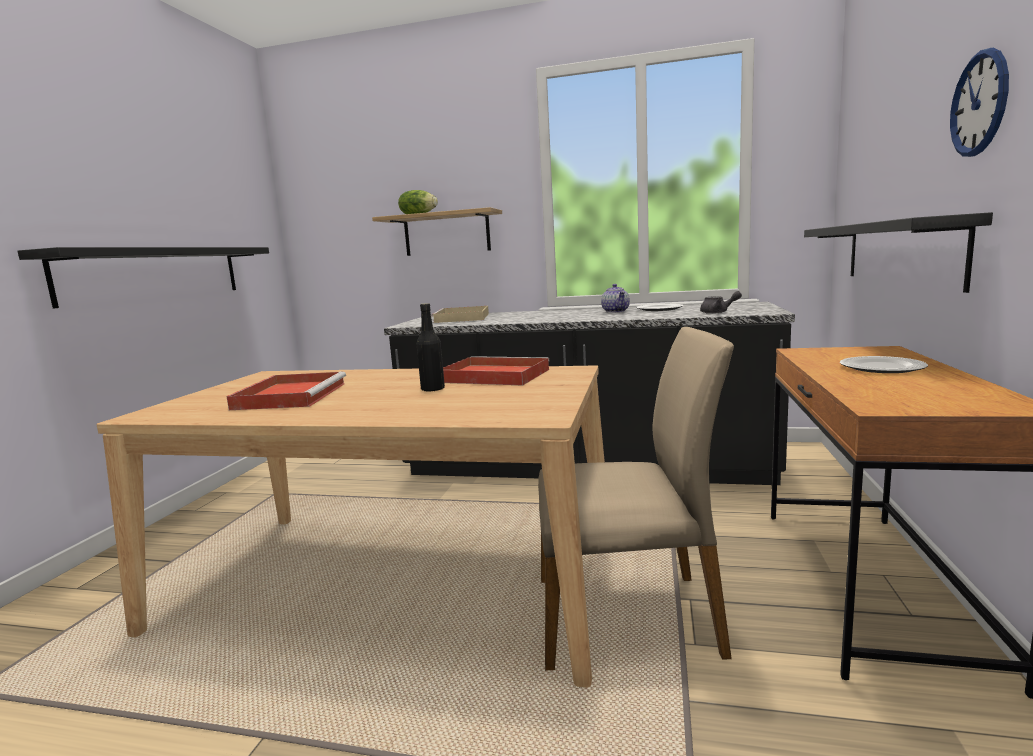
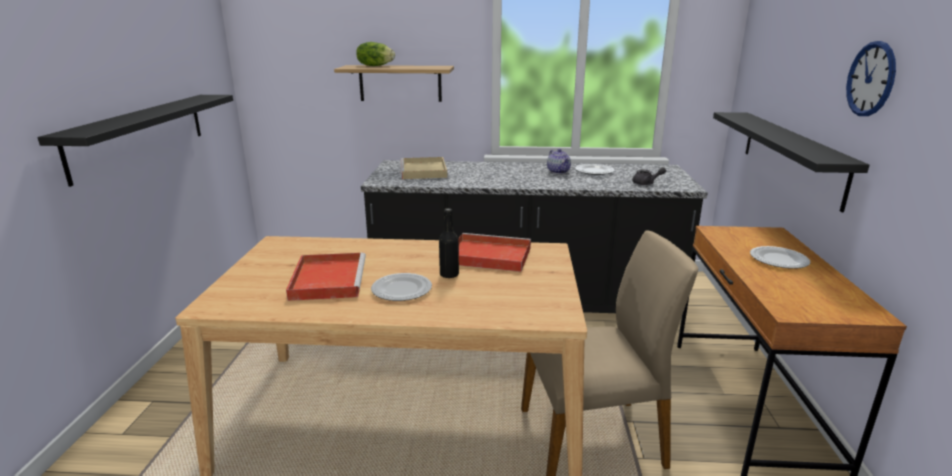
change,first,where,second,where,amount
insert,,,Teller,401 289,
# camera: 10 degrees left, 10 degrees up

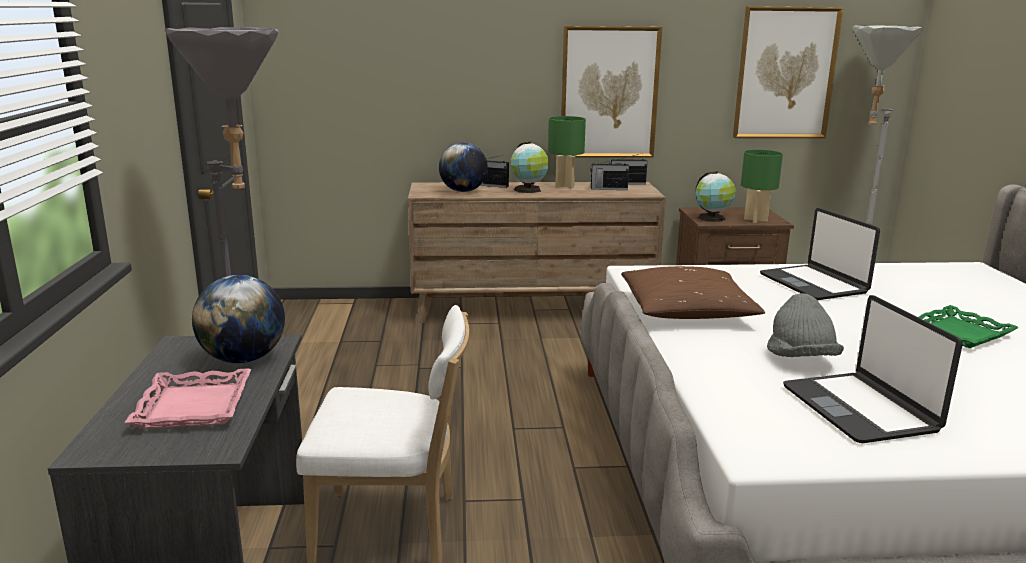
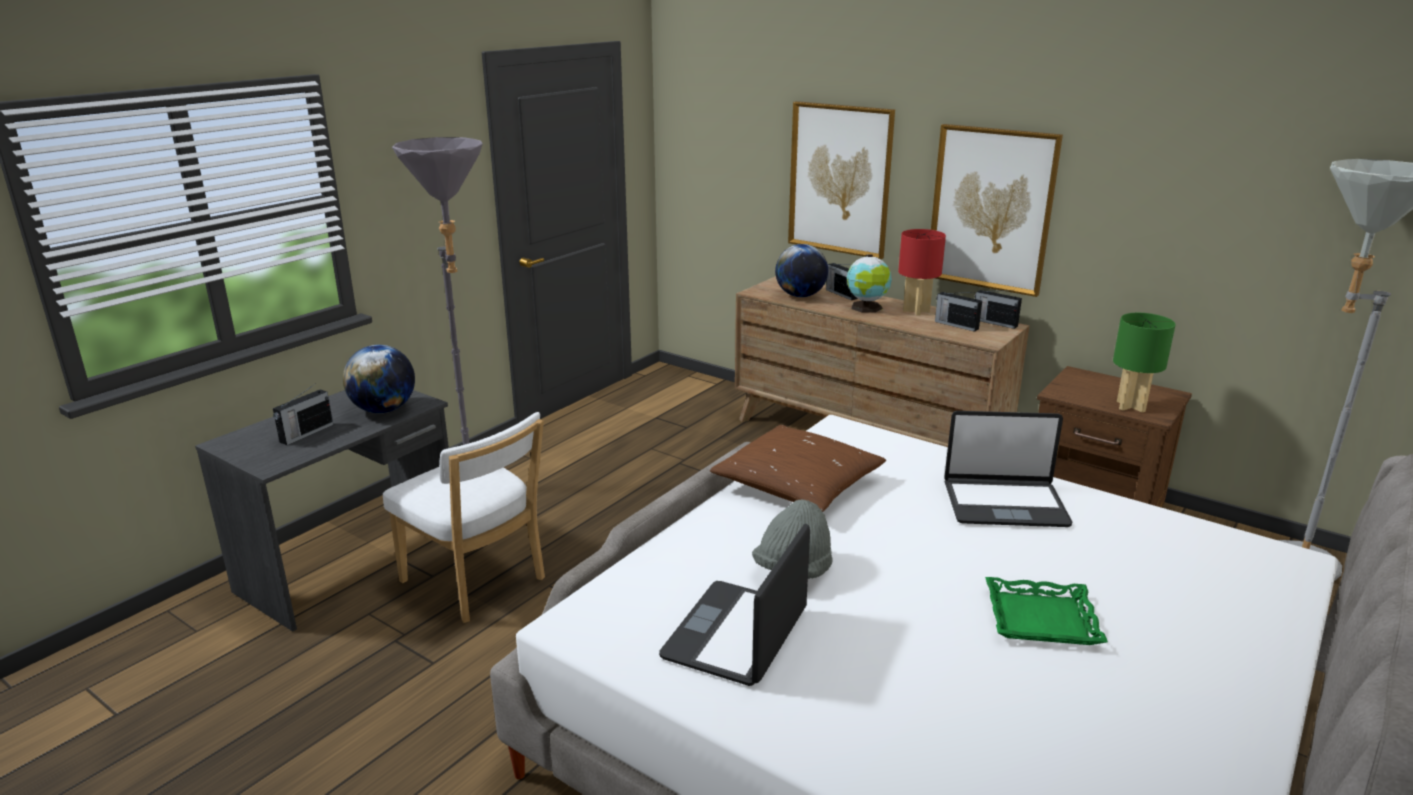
change,first,where,second,where,amount
replace,Tablett (rosa),192 406,Radio,305 433,
recolor,Tischlampe (grün),564 186,Tischlampe (rot),915 311,
delete,Globus,712 218,,,
move,Bild,785 73,,840 179,
rotate,Laptop,813 284,,1004 504,105 degrees counterclockwise
# camera: 40 degrees right, 5 degrees up

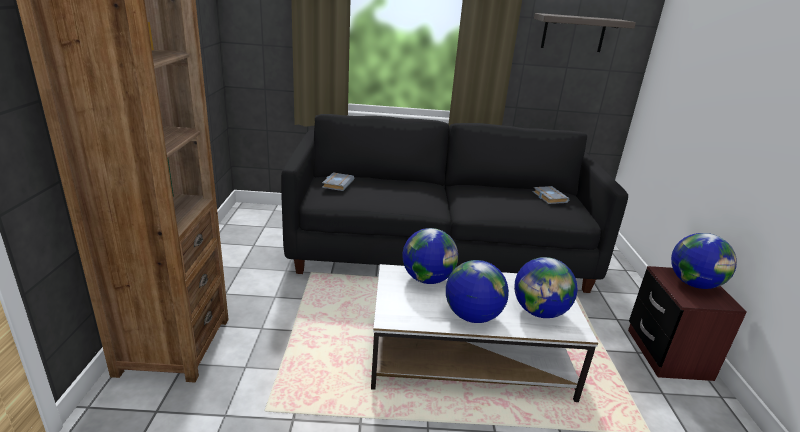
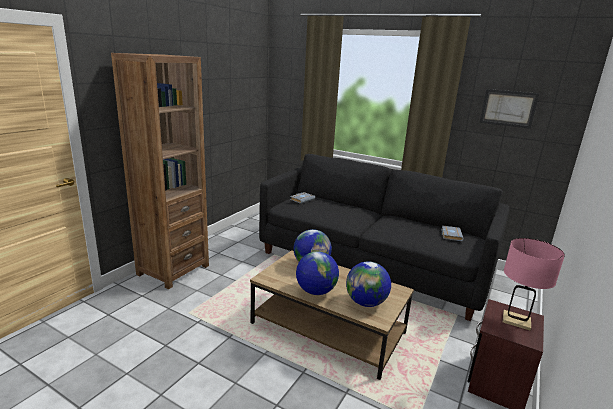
change,first,where,second,where,amount
recolor,Couchtisch (weiß),470 357,Couchtisch (braun),329 328,
replace,Wandregal,573 33,Bild,508 108,
replace,Globus,694 284,Tischlampe (rosa),516 321,
# camera: 30 degrees right, 5 degrees down

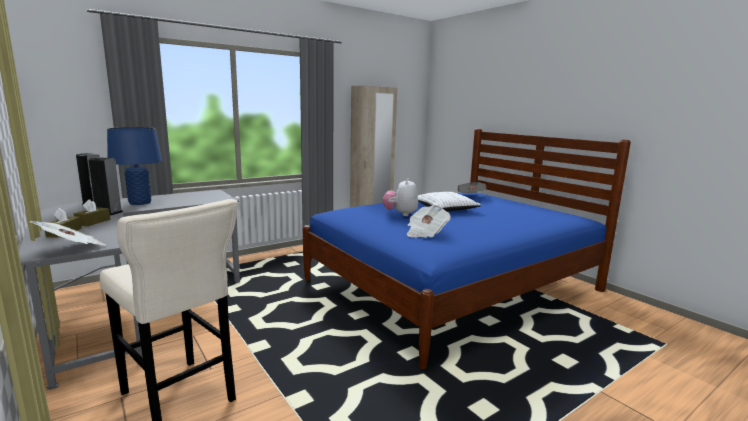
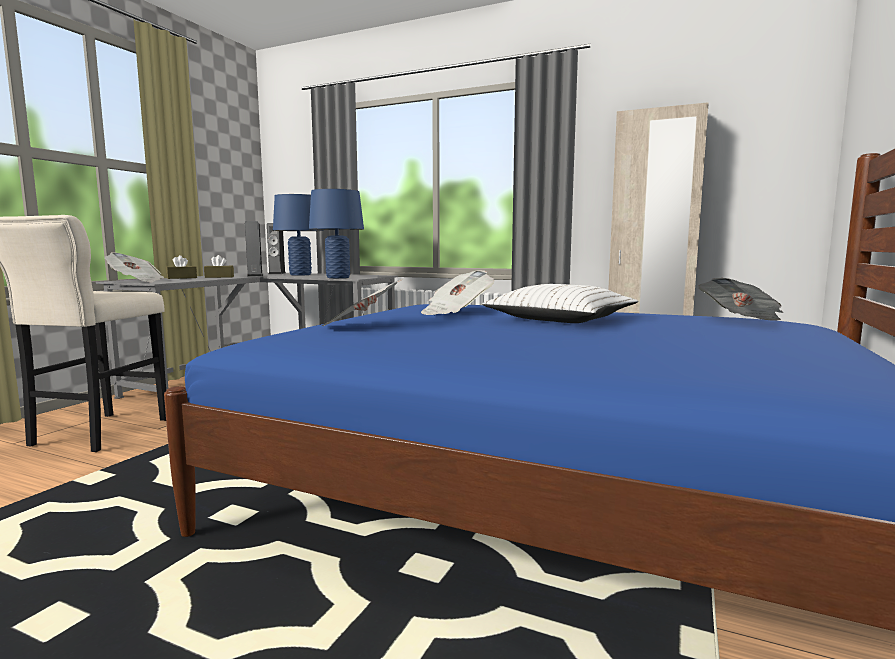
change,first,where,second,where,amount
replace,Plüschtier,400 214,Zeitung,456 312,
insert,,,Tischlampe (blau),338 277,
# camera: 60 degrees right, 5 degrees down

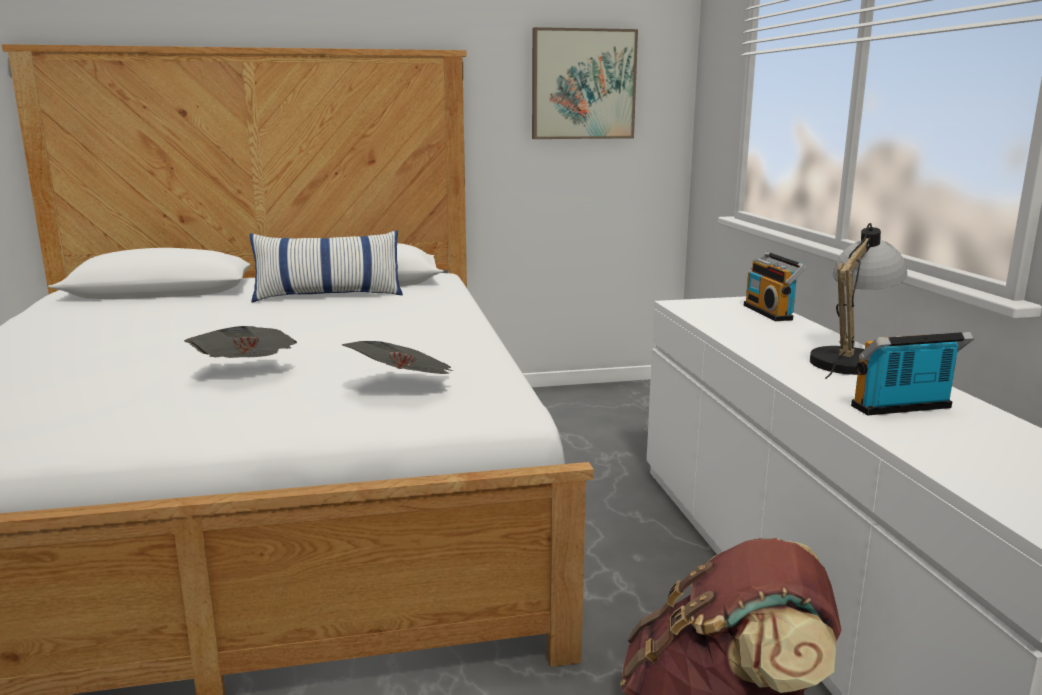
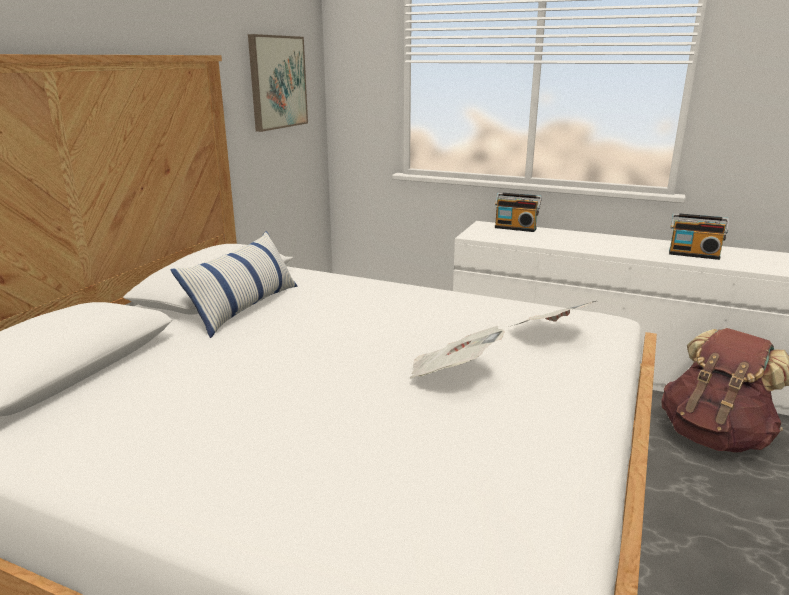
change,first,where,second,where,amount
delete,Tischlampe,850 359,,,
rotate,Radio,904 409,,693 254,90 degrees counterclockwise
# camera: 55 degrees left, 5 degrees up

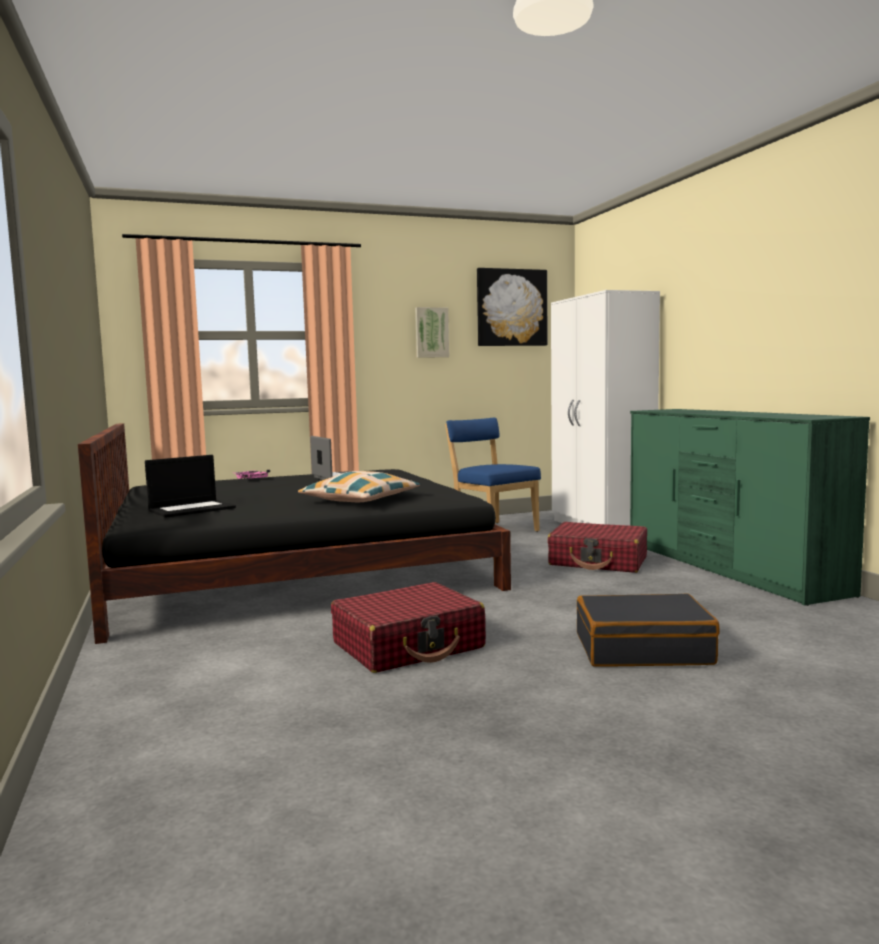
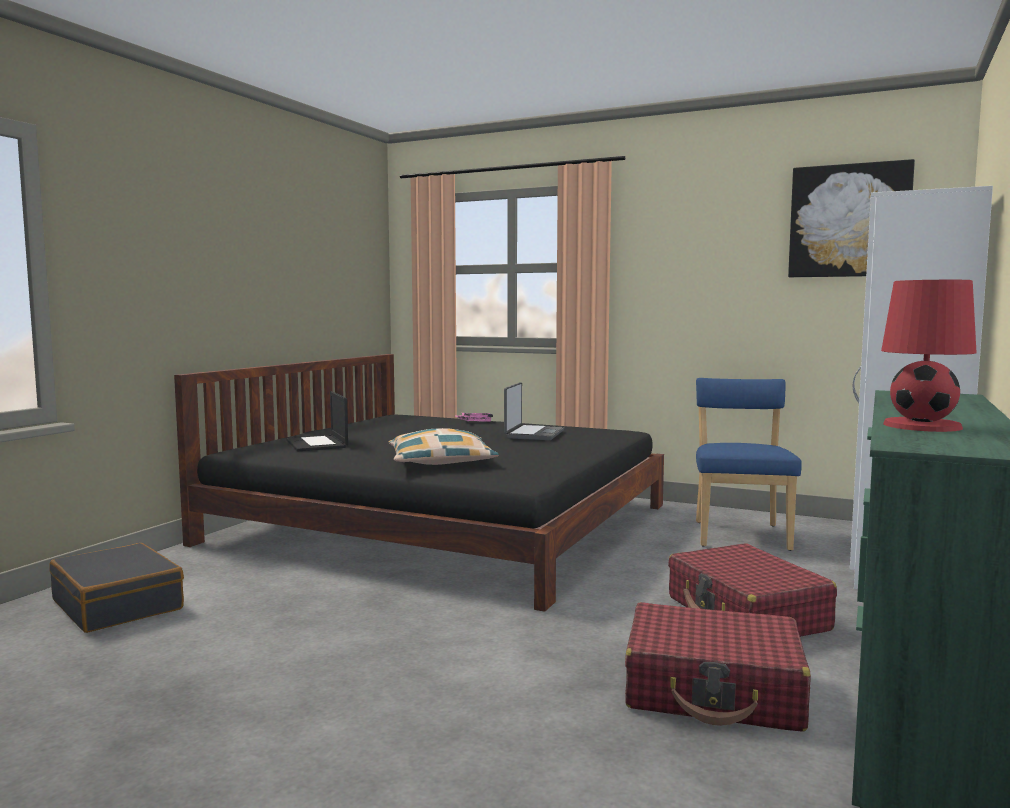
change,first,where,second,where,amount
rotate,Laptop,192 509,,317 444,60 degrees clockwise
move,Koffer (rot),409 646,,714 690,
delete,Bild,431 332,,,
move,Koffer (schwarz),642 649,,118 605,
insert,,,Tischlampe (rot),923 426,
# camera: 45 degrees right, 0 degrees up

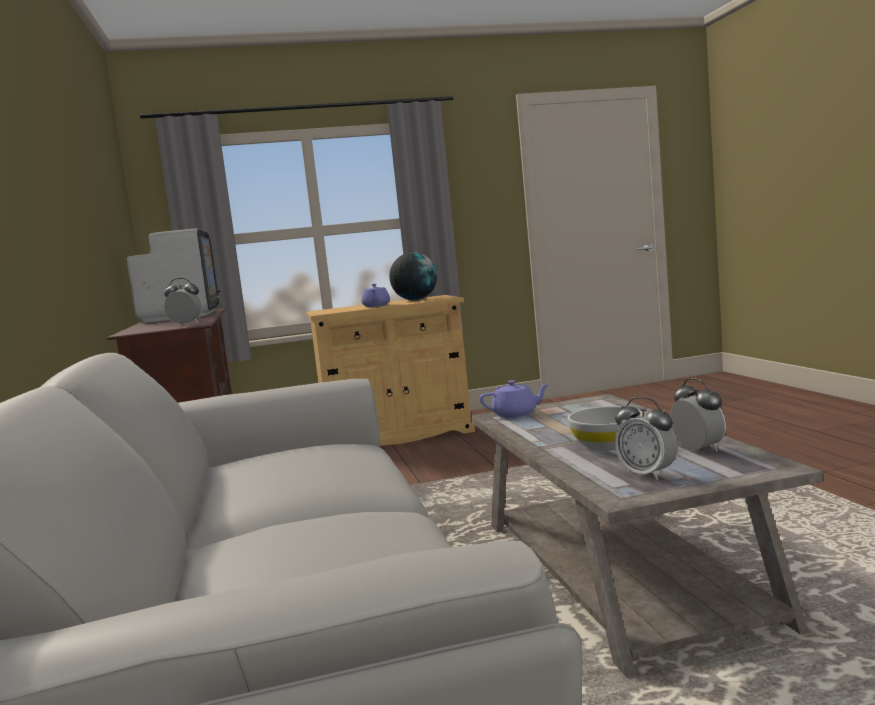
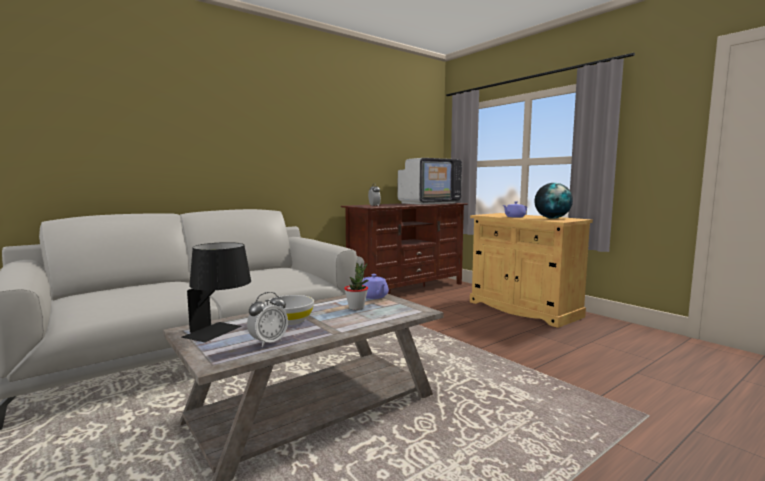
change,first,where,second,where,amount
replace,Wecker,647 474,Tischlampe (schwarz),221 333,
insert,,,Topfpflanze,356 307,
# camera: 65 degrees right, 0 degrees up

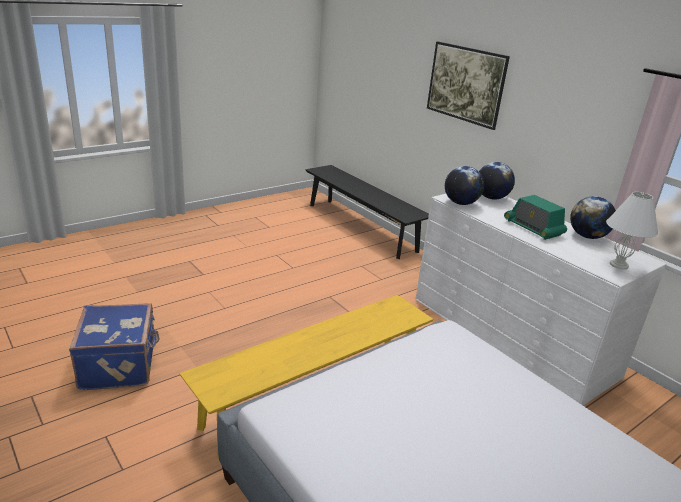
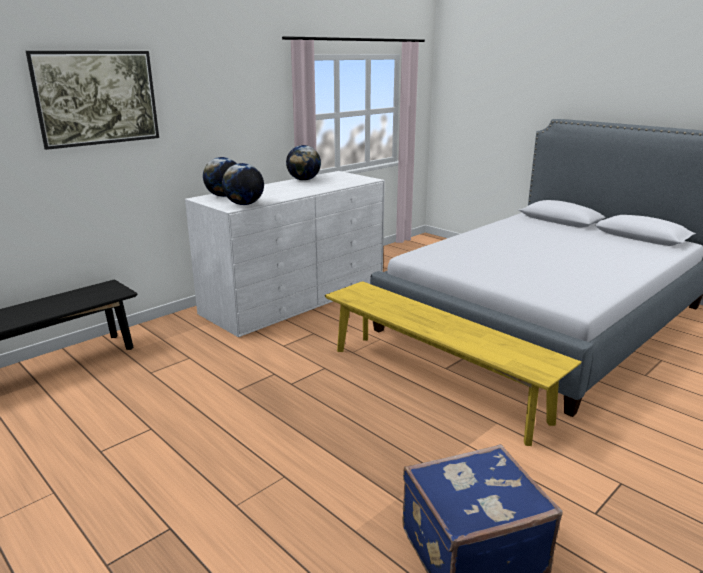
change,first,where,second,where,amount
delete,Radio,533 228,,,
delete,Tischlampe (weiß),619 265,,,
# camera: 95 degrees left, 5 degrees down

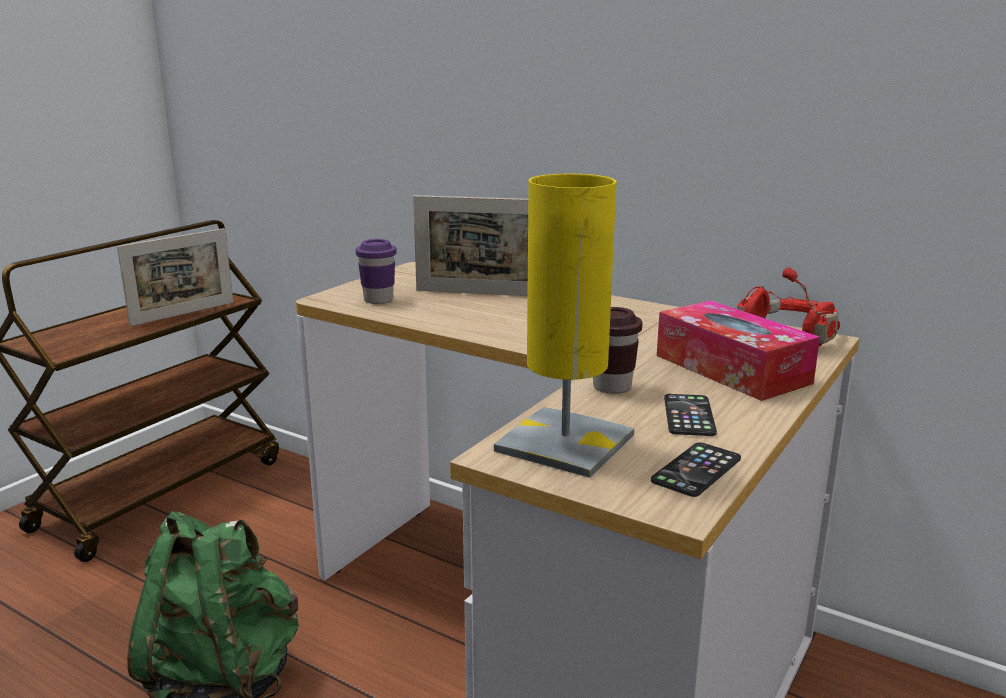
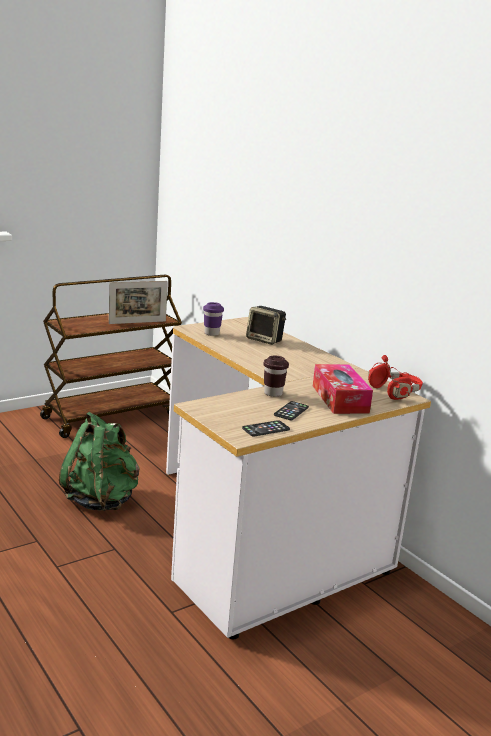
change,first,where,second,where,amount
replace,Bilderrahmen,481 293,Lautsprecher,265 340,
delete,Tischlampe (gelb),565 443,,,
# camera: 20 degrees right, 0 degrees up

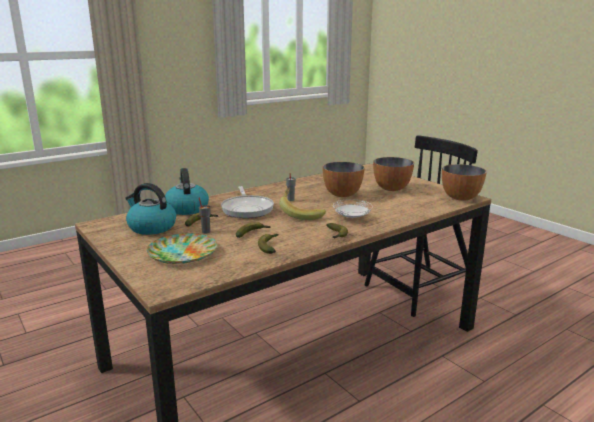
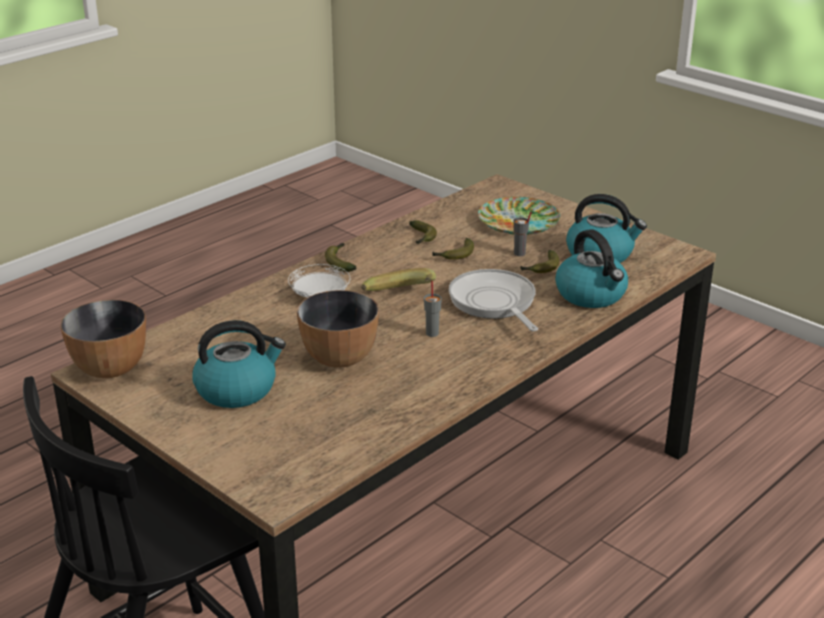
change,first,where,second,where,amount
replace,Schüssel,392 189,Wasserkessel,237 389,
# camera: 170 degrees right, 10 degrees up

